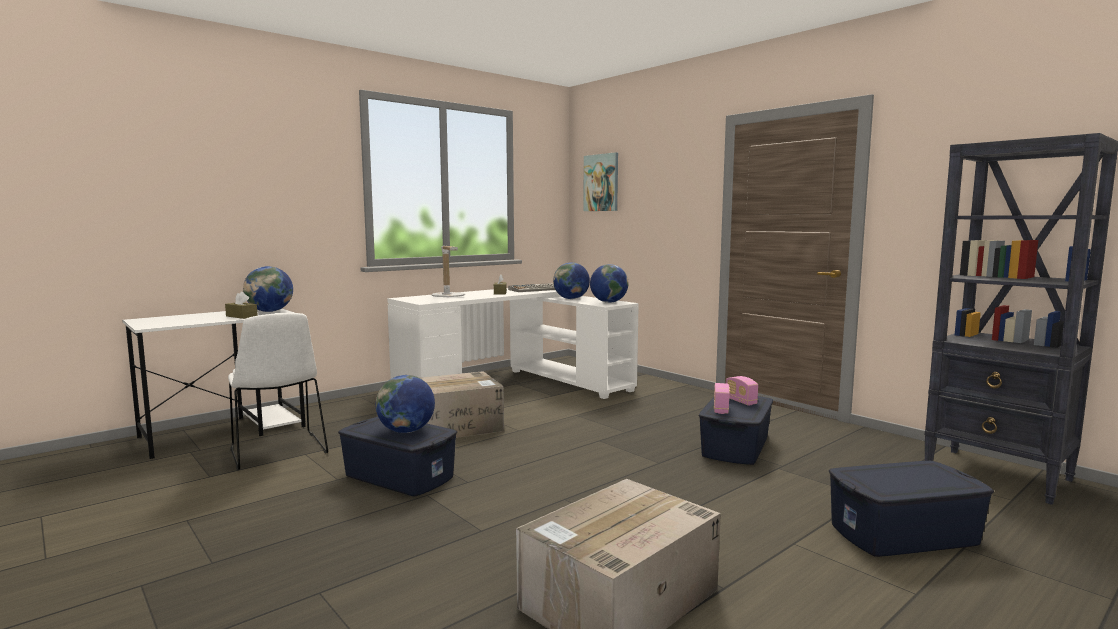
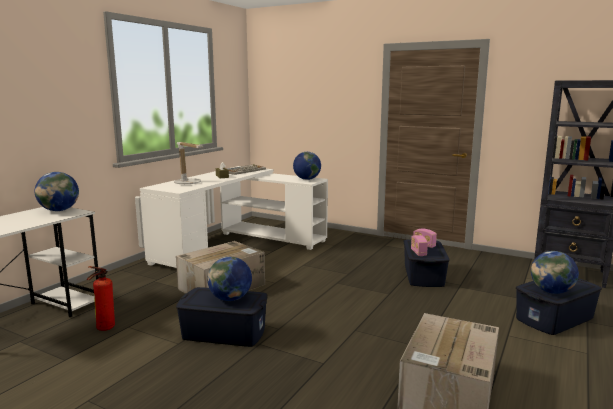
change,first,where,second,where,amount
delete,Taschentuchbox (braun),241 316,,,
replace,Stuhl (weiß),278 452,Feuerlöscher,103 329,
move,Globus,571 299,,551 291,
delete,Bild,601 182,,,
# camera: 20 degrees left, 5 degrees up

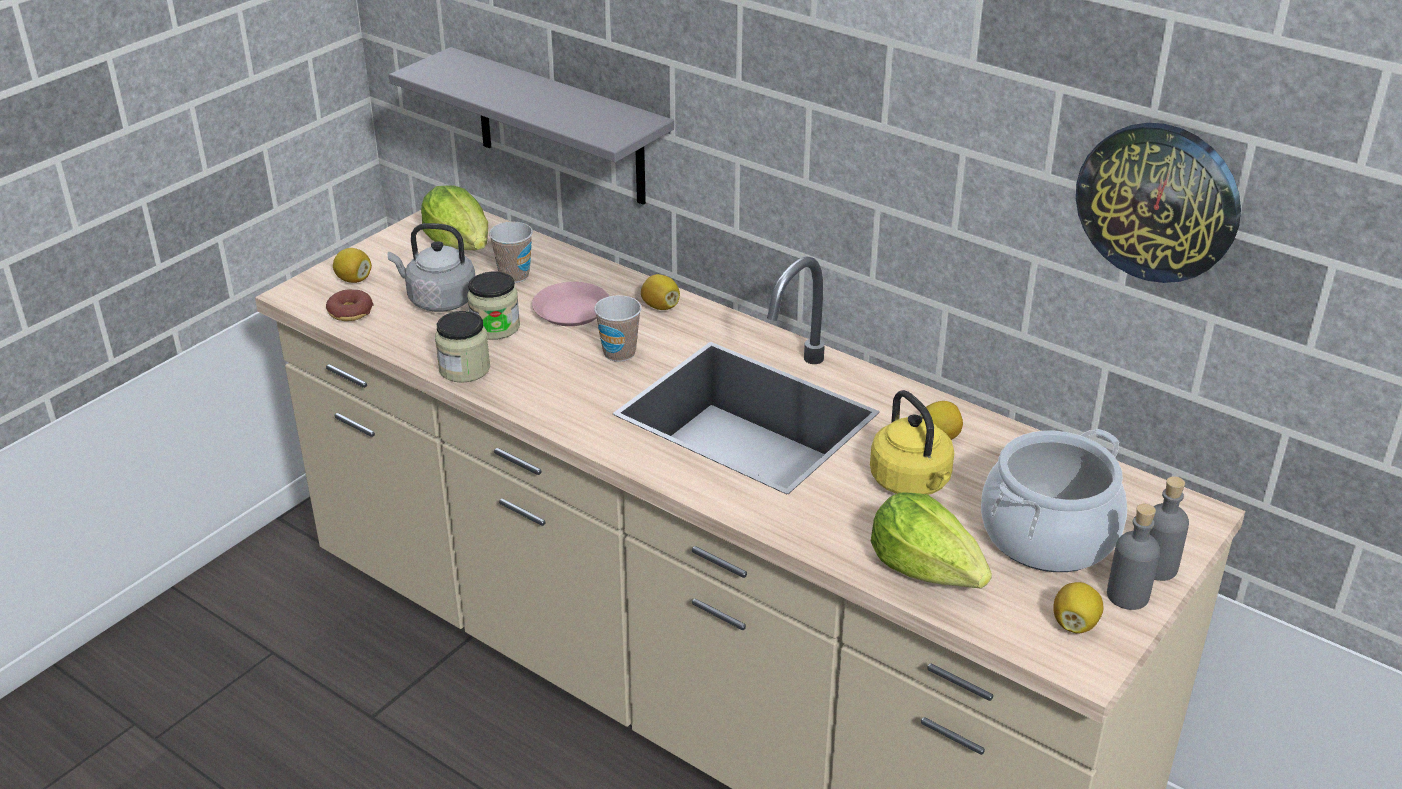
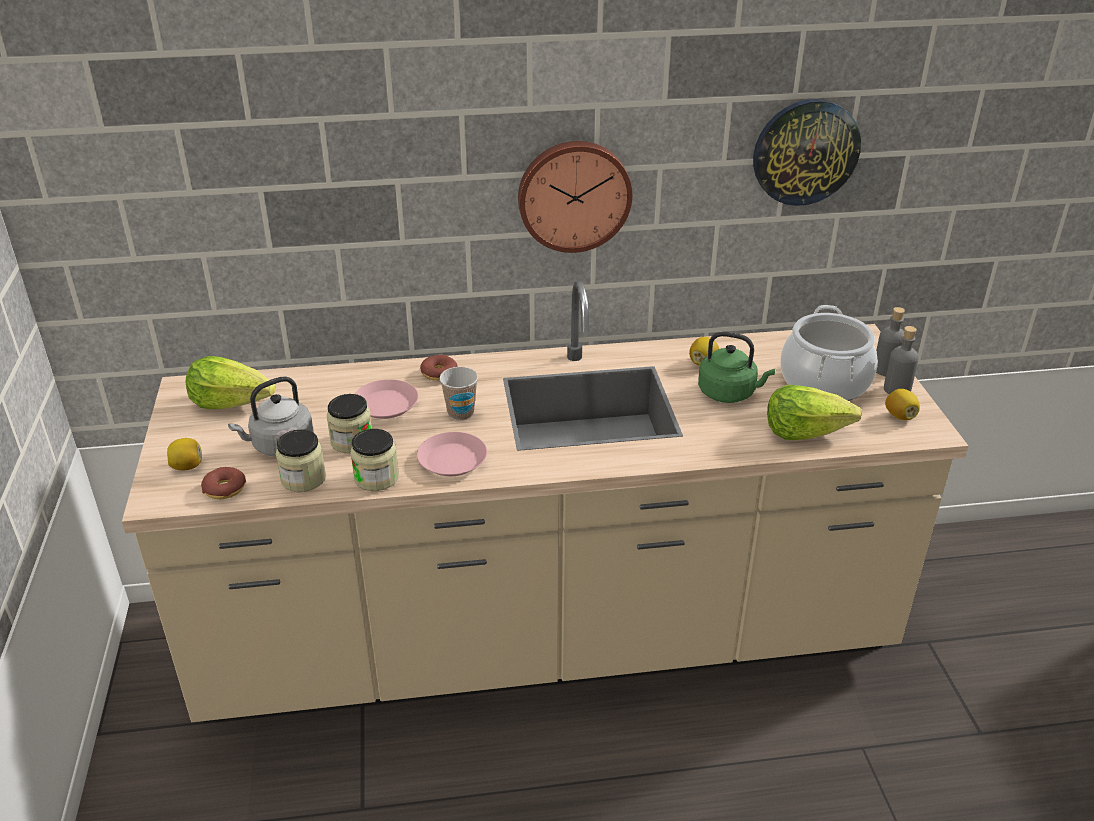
change,first,where,second,where,amount
delete,Wandregal (grau),560 128,,,
delete,Tasse,514 275,,,
replace,Zitrone,660 306,Donut,439 373,
recolor,Wasserkessel (gelb),912 483,Wasserkessel (grün),729 393,
insert,,,Vorratsglas,303 479,
insert,,,Teller (rosa),452 460,
insert,,,Wanduhr,574 195,
# camera: 45 degrees left, 0 degrees up

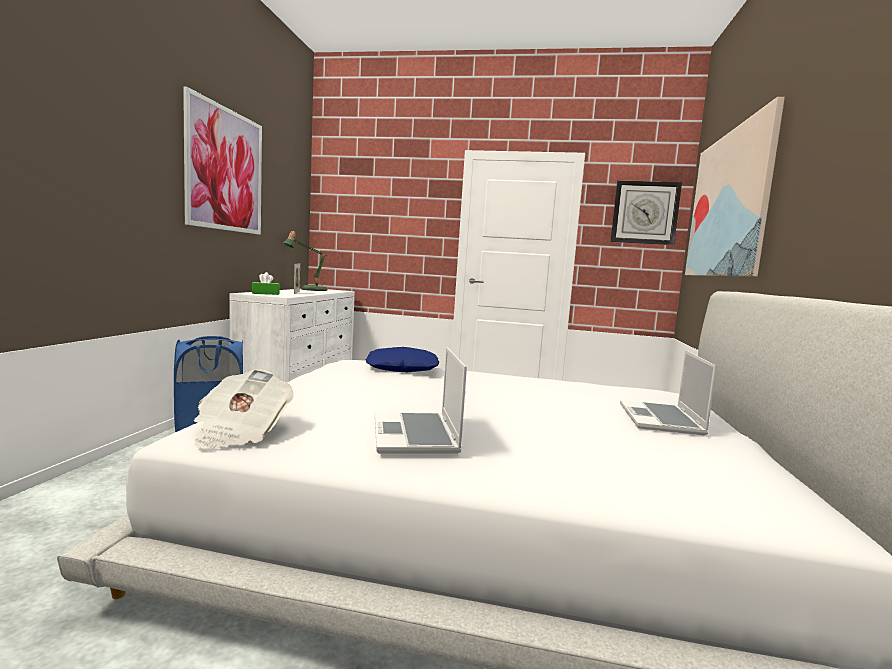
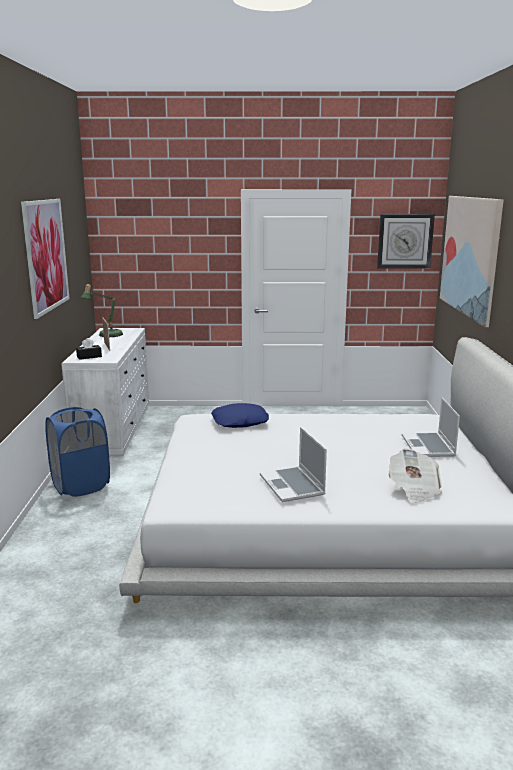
change,first,where,second,where,amount
move,Zeitung,240 433,,414 489,
recolor,Taschentuchbox (grün),265 293,Taschentuchbox (schwarz),89 356,
# camera: 10 degrees left, 10 degrees up

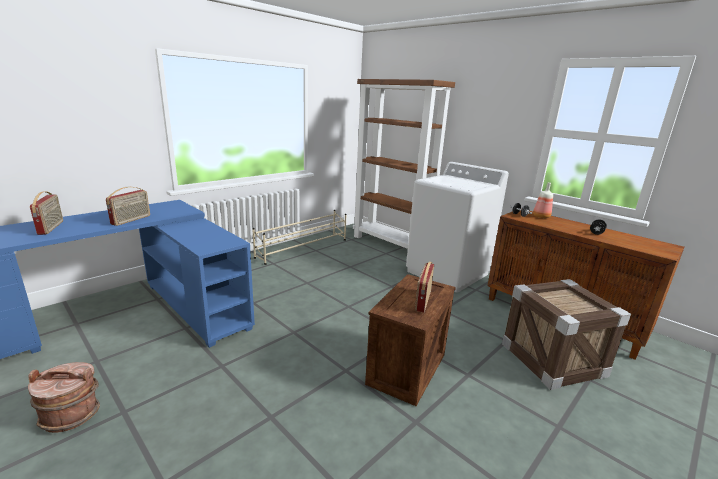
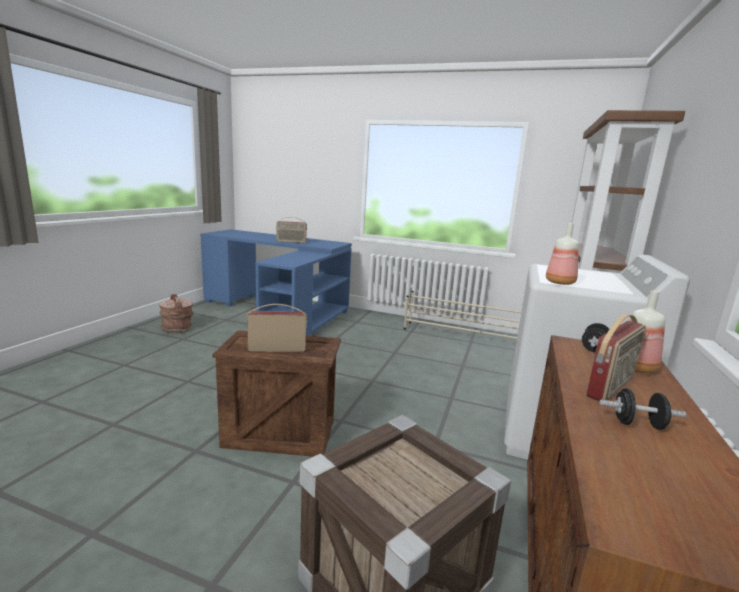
change,first,where,second,where,amount
move,Radio,51 228,,611 387,
insert,,,Flasche,561 283,
# camera: 65 degrees right, 5 degrees down

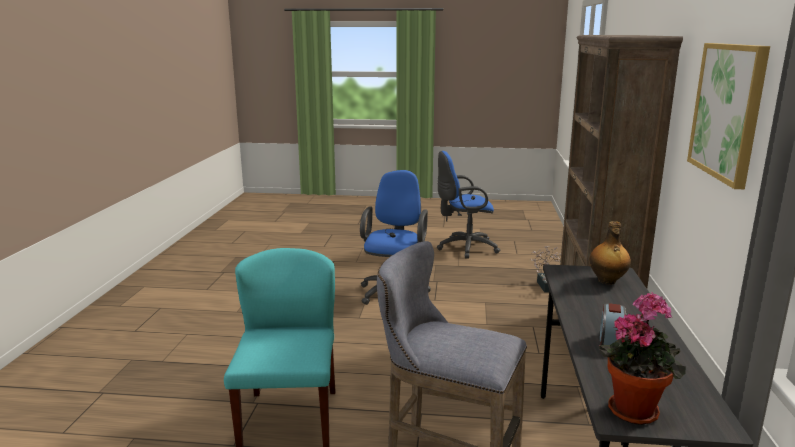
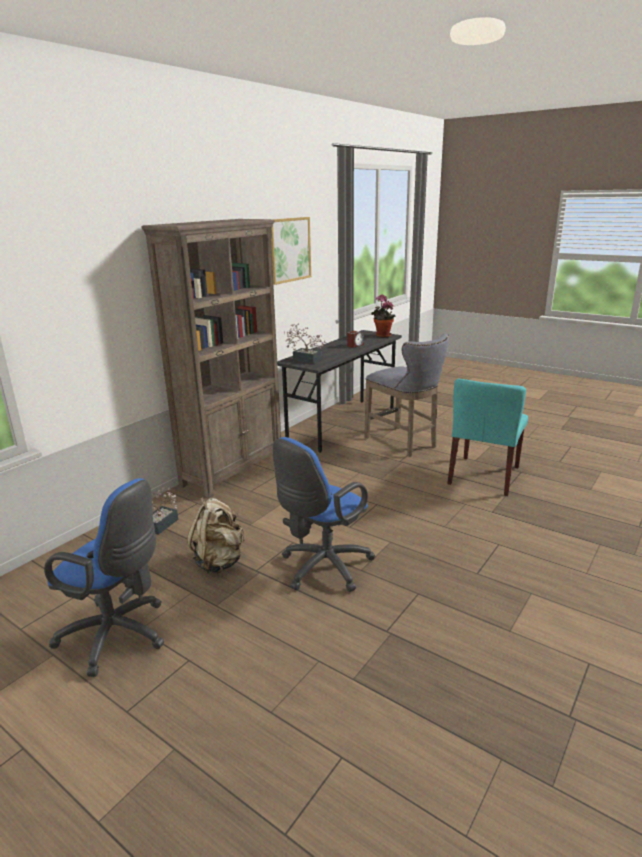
change,first,where,second,where,amount
replace,Flasche,607 281,Topfpflanze,304 359,
insert,,,Rucksack (beige),219 561,
# camera: 150 degrees left, 5 degrees up

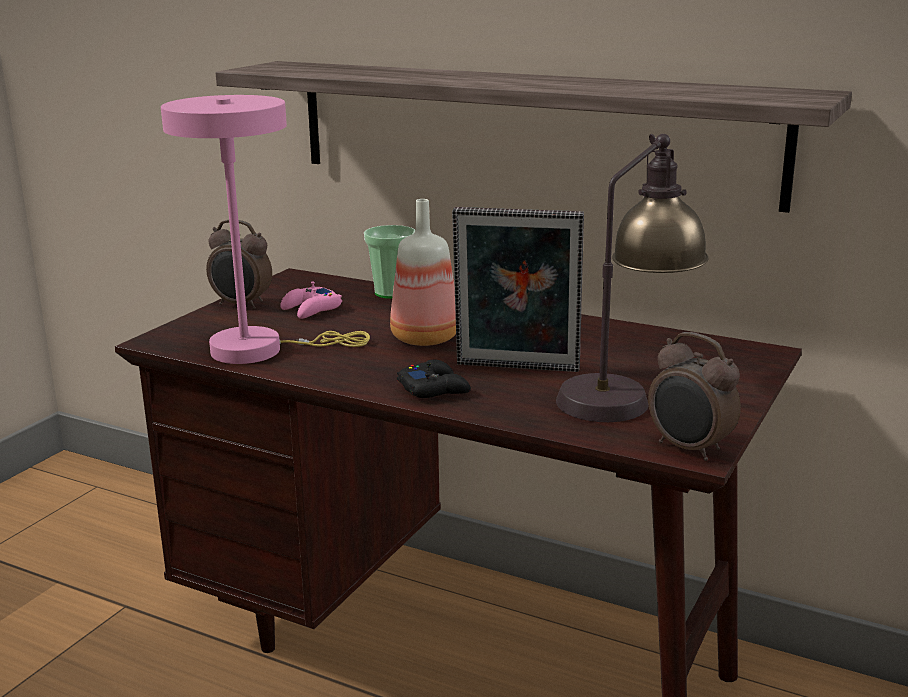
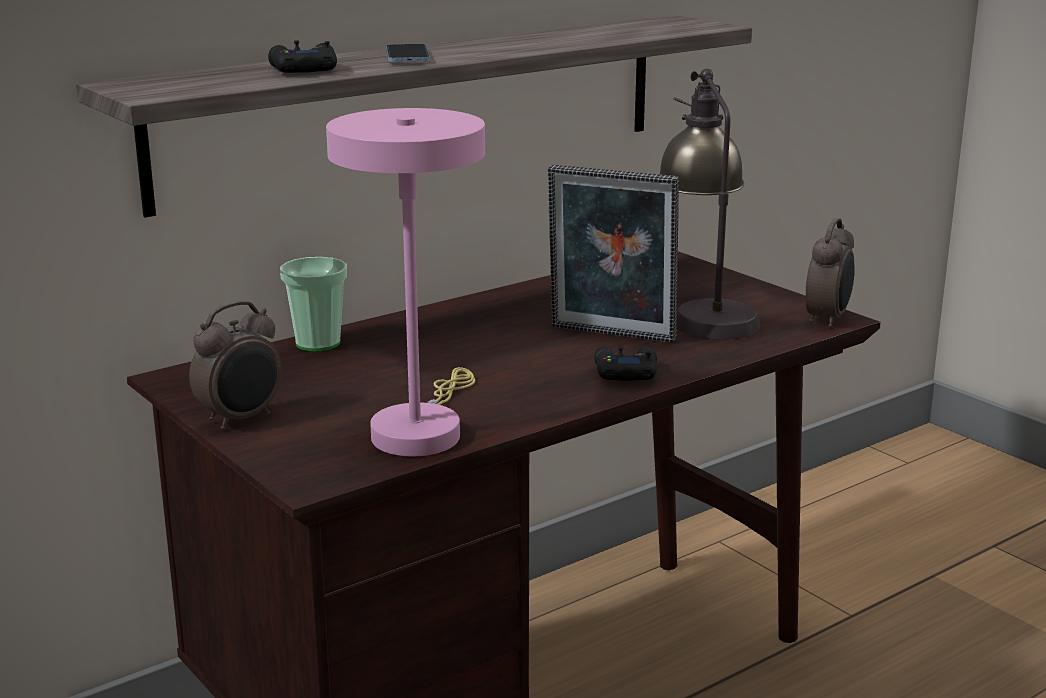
change,first,where,second,where,amount
delete,Gamepad (rosa),311 309,,,
delete,Flasche,423 338,,,
rotate,Bilderrahmen,516 369,,610 335,75 degrees clockwise
rotate,Wecker,689 449,,828 319,45 degrees counterclockwise
insert,,,Gamepad (schwarz),303 70,
insert,,,Handy,407 57,
# camera: 65 degrees left, 0 degrees up

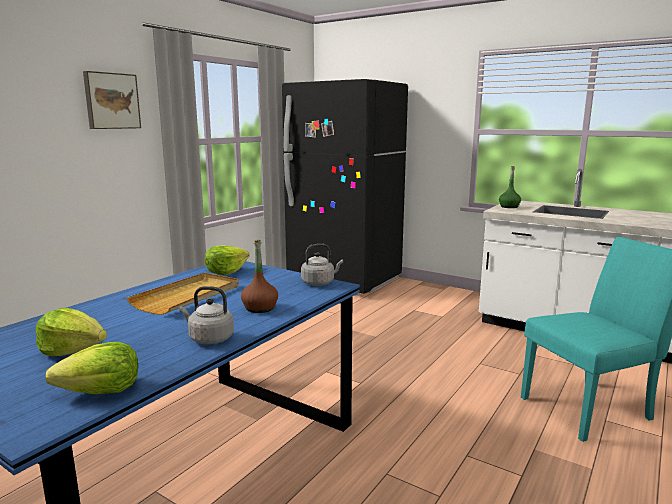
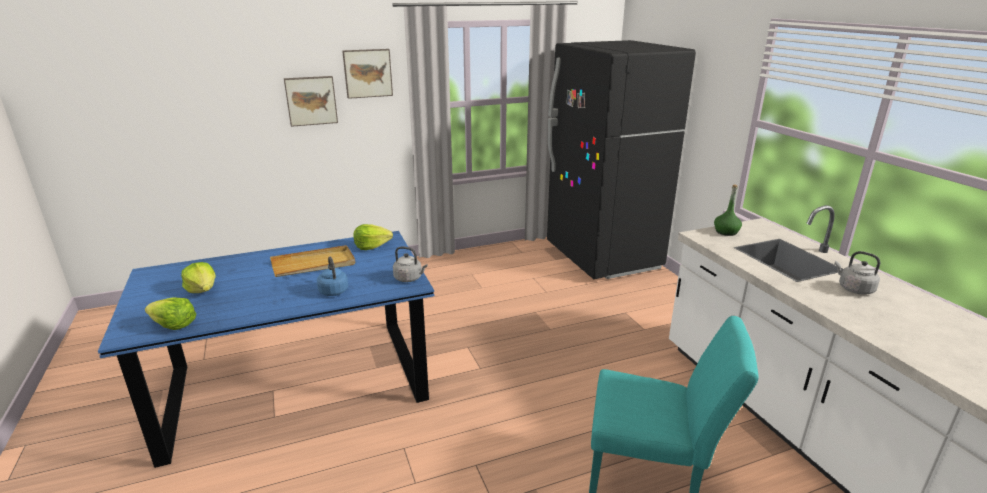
change,first,where,second,where,amount
move,Wasserkessel (grau),209 339,,853 289,
replace,Flasche (braun),260 308,Wasserkessel (blau),333 290,
insert,,,Bild,311 100,
# camera: 35 degrees right, 10 degrees up

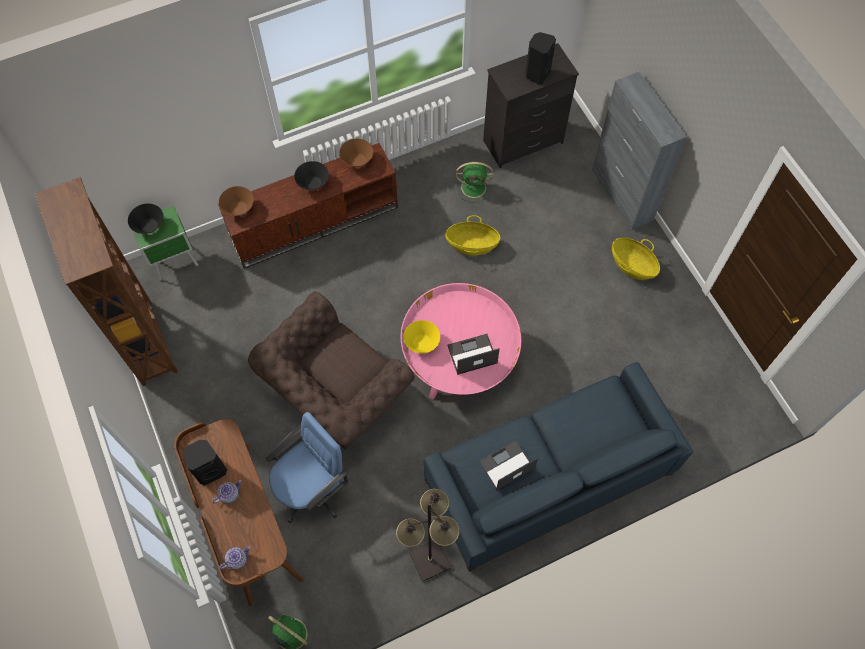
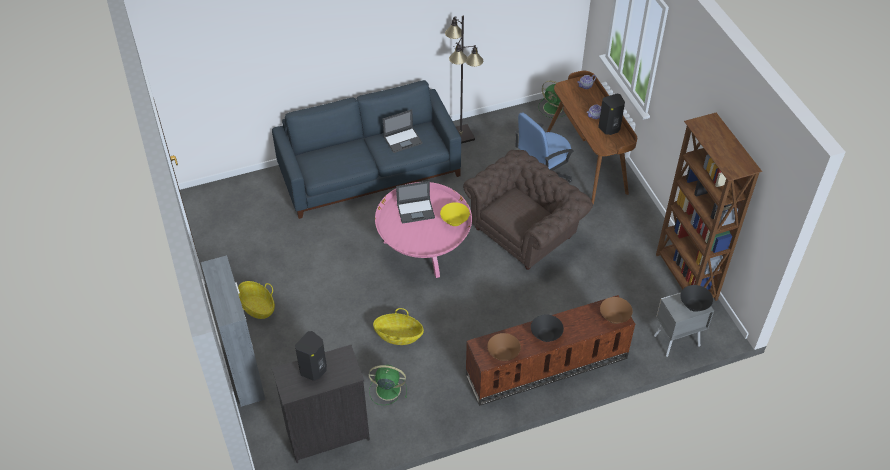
change,first,where,second,where,amount
recolor,Nachttisch (grün),175 262,Nachttisch (grau),675 341,
# camera: 175 degrees left, 15 degrees down

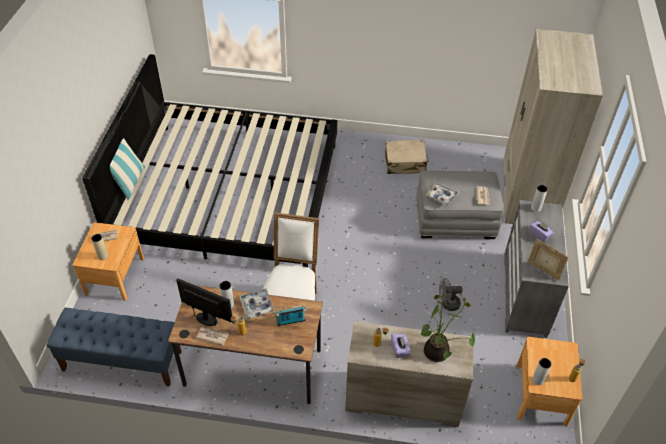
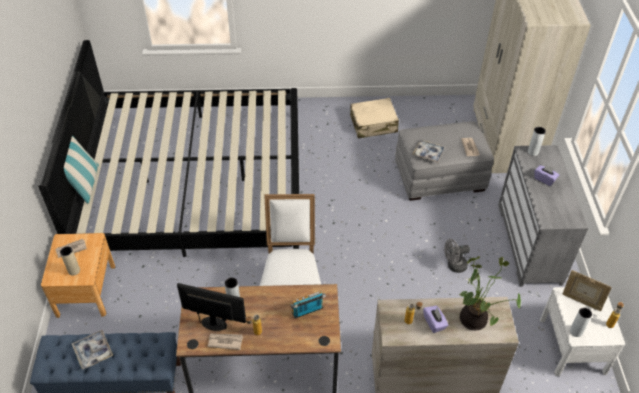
change,first,where,second,where,amount
move,Tablett,257 306,,93 351,
recolor,Nachttisch (braun),541 394,Nachttisch (weiß),572 345,
move,Bilderrahmen,543 270,,581 301,
# camera: 10 degrees left, 0 degrees up

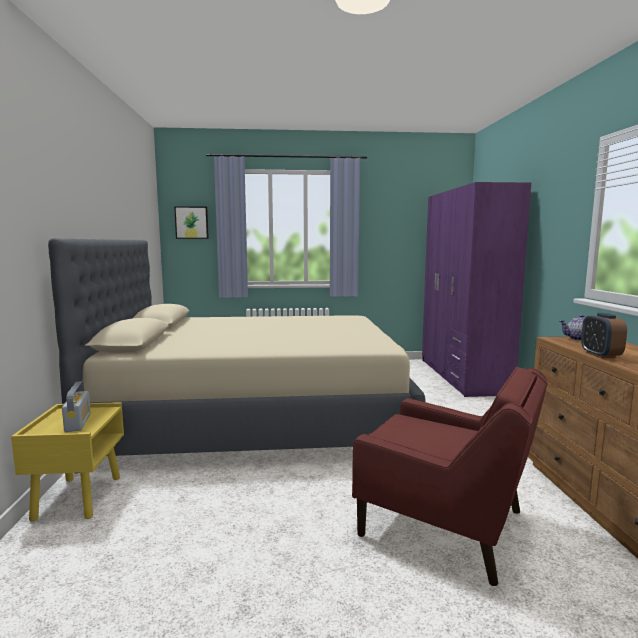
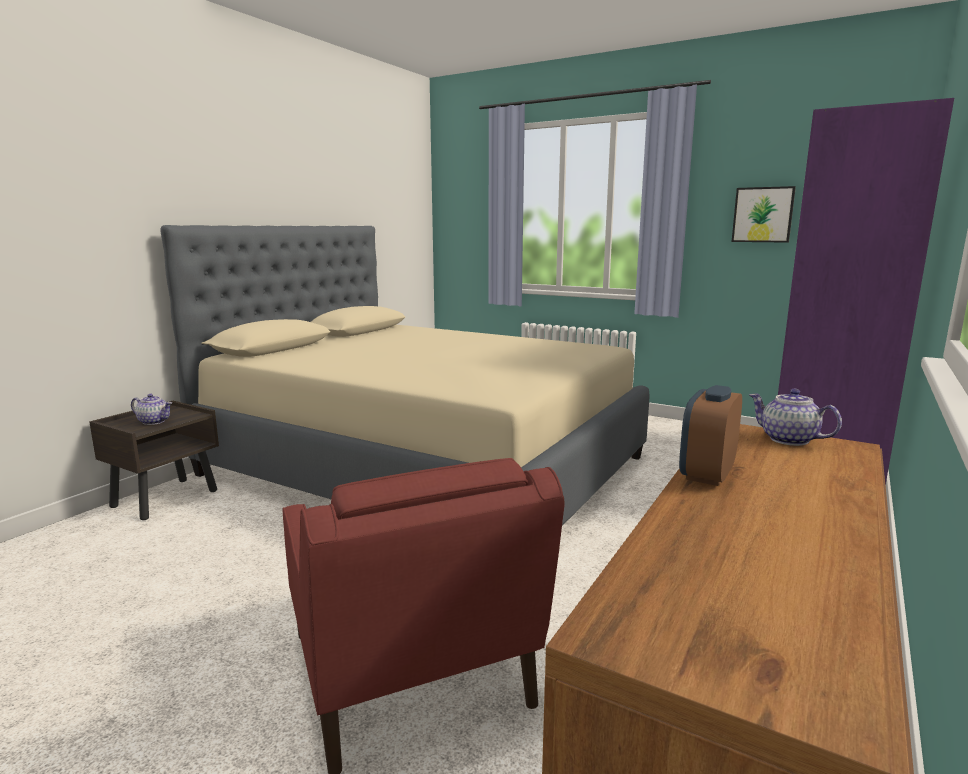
change,first,where,second,where,amount
recolor,Nachttisch (gelb),78 497,Nachttisch (braun),166 498,
replace,Radio,78 422,Teekanne,154 421,
move,Bild,192 222,,763 215,
# camera: 35 degrees right, 5 degrees up

